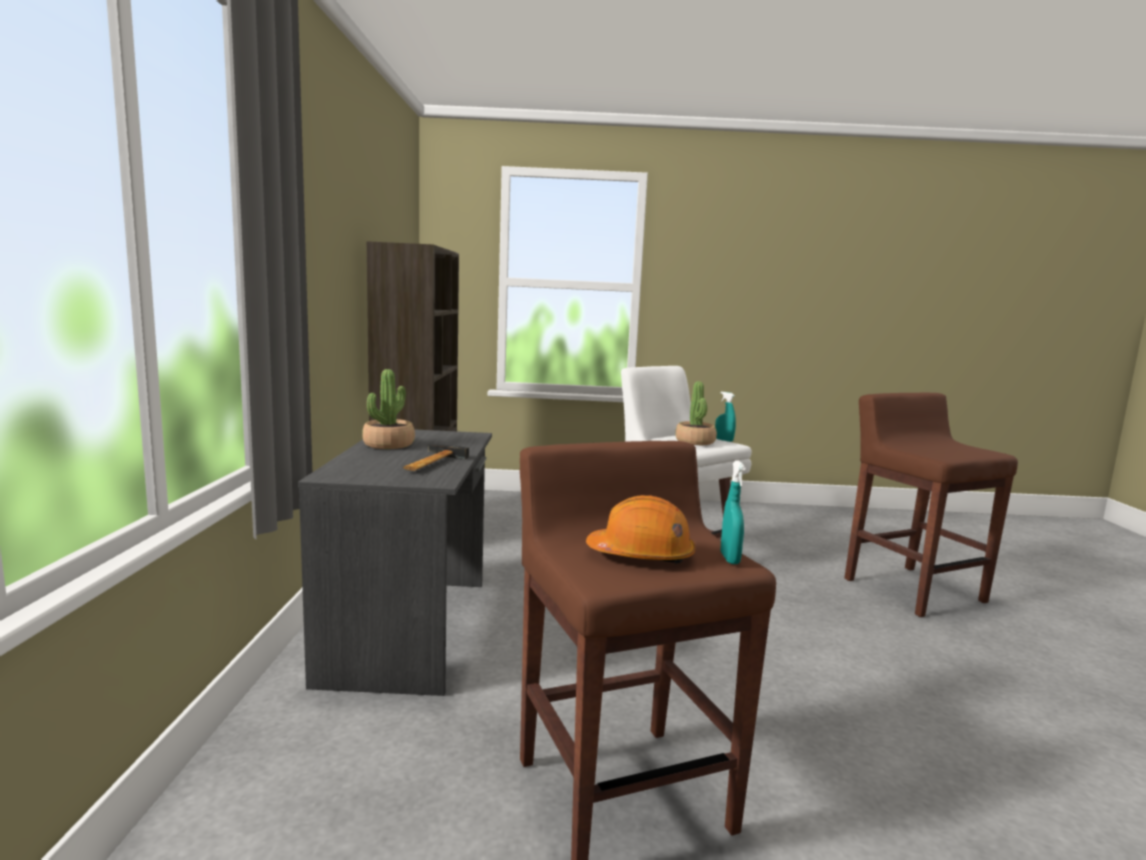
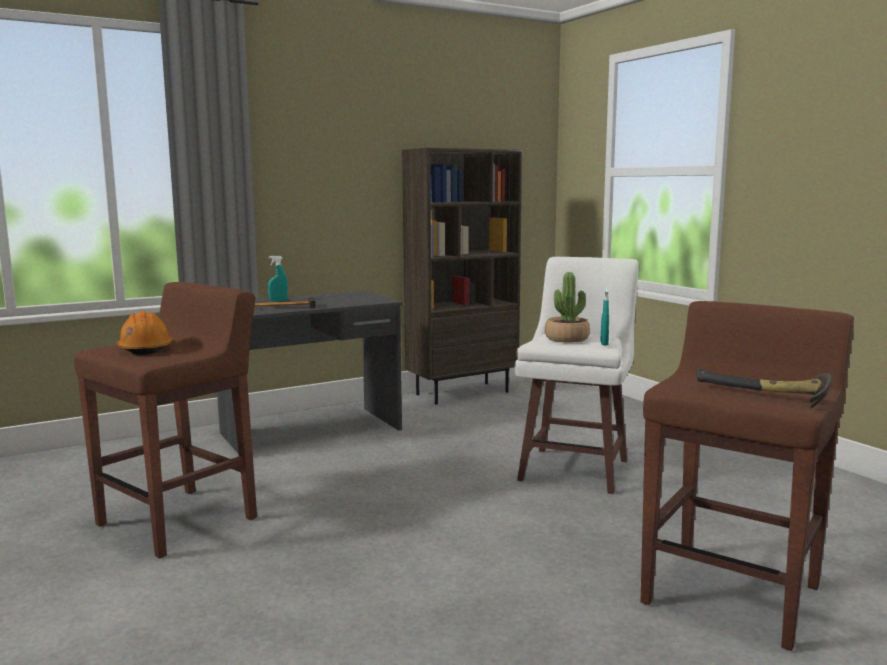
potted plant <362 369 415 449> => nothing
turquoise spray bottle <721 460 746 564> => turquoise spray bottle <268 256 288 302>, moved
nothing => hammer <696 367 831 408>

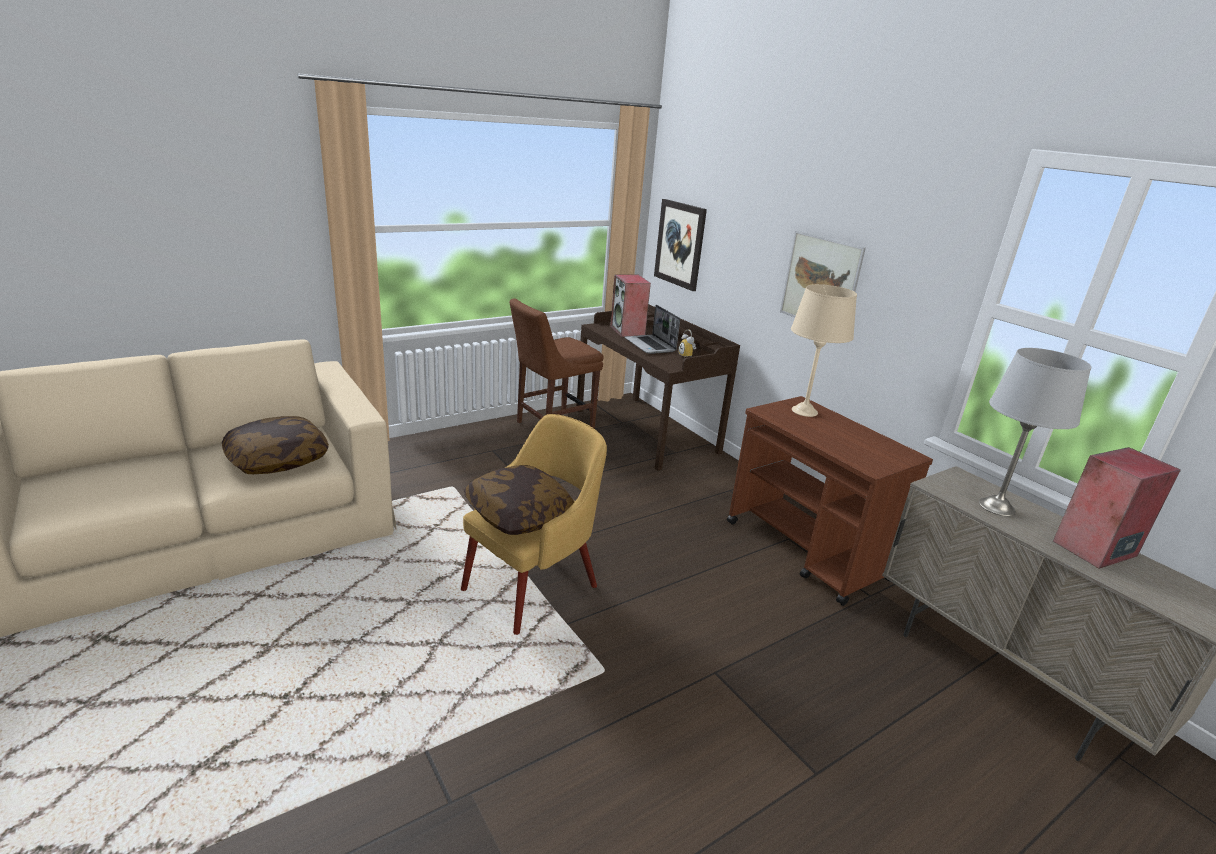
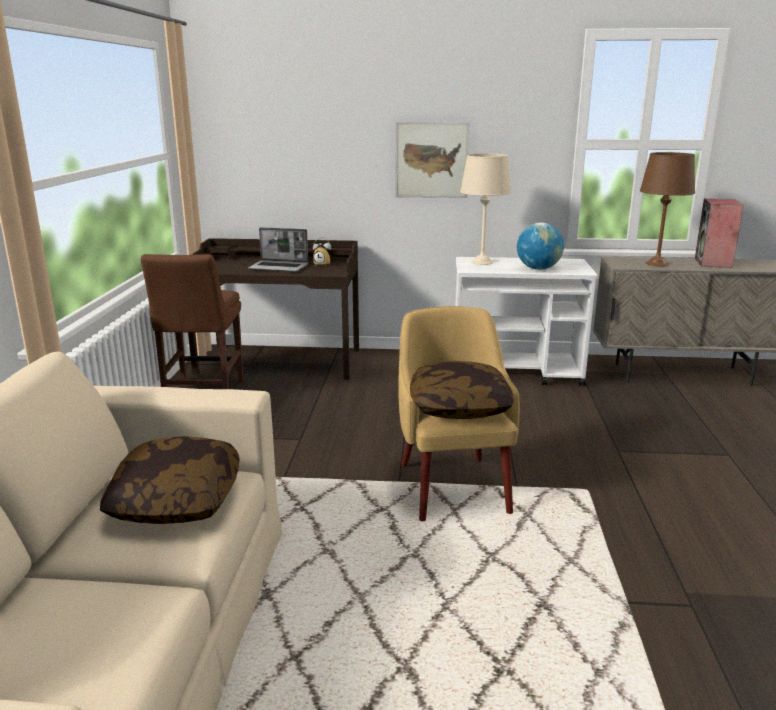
speaker <610 275 651 337> => nothing
picture <654 199 707 291> => nothing
brown cart <727 396 933 606> => white cart <455 257 598 386>
grey table lamp <979 348 1091 516> => brown table lamp <640 152 695 266>
nothing => globe <517 223 564 270>

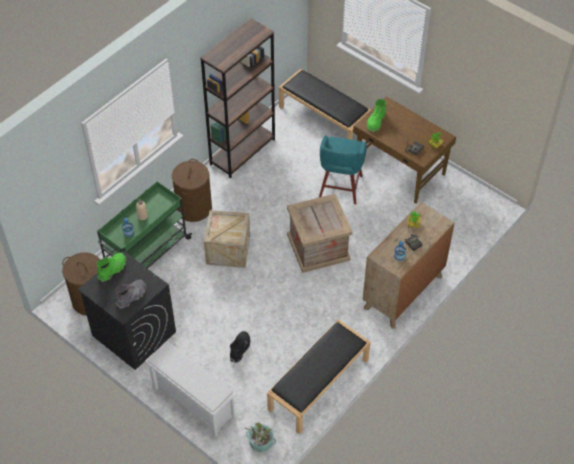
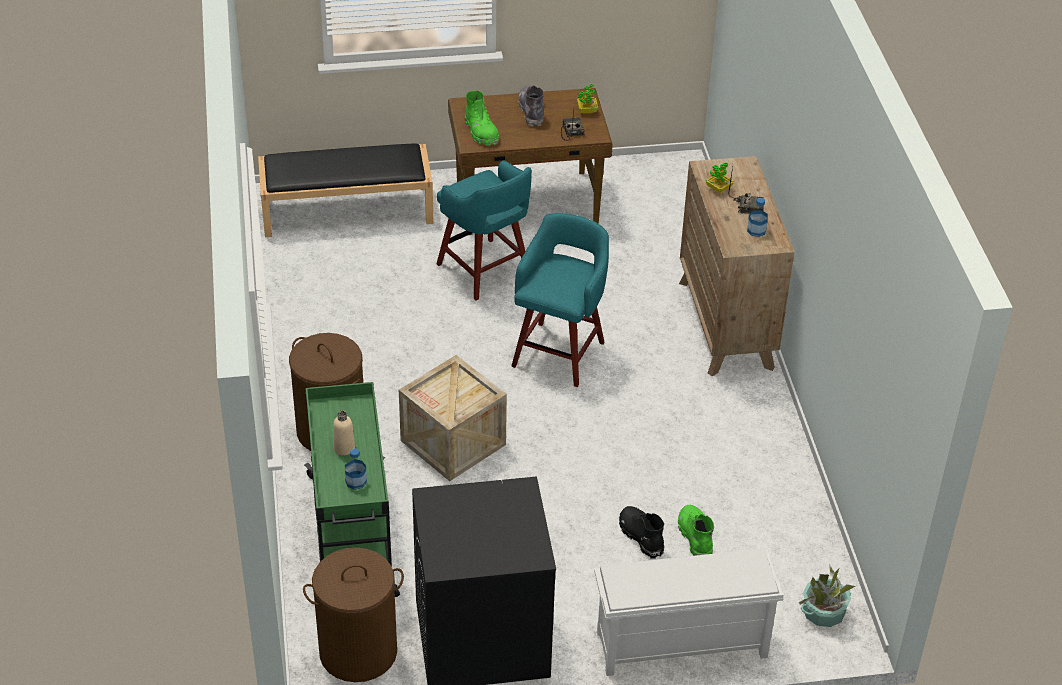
green boot <97 253 126 282> => green boot <678 505 714 556>, moved
grey boot <115 280 146 309> => grey boot <518 85 544 127>, moved
brown bookcase <200 18 275 179> => nothing
black bench <267 319 371 434> => nothing
crate <287 194 353 273> => turquoise stool <511 213 609 387>

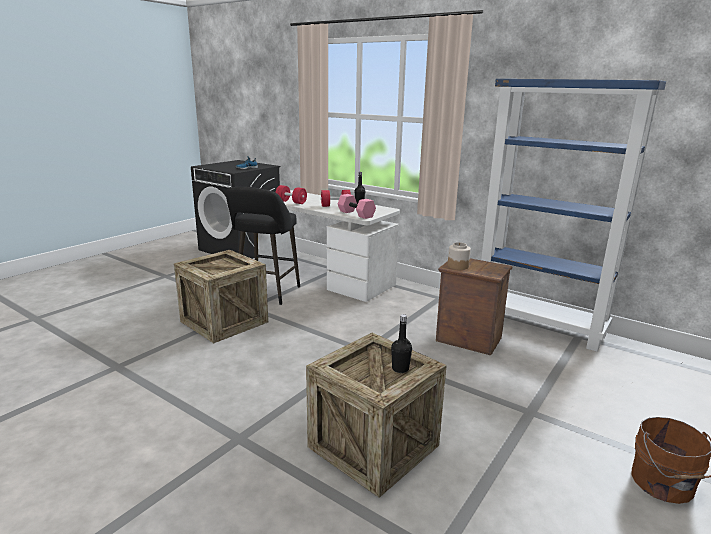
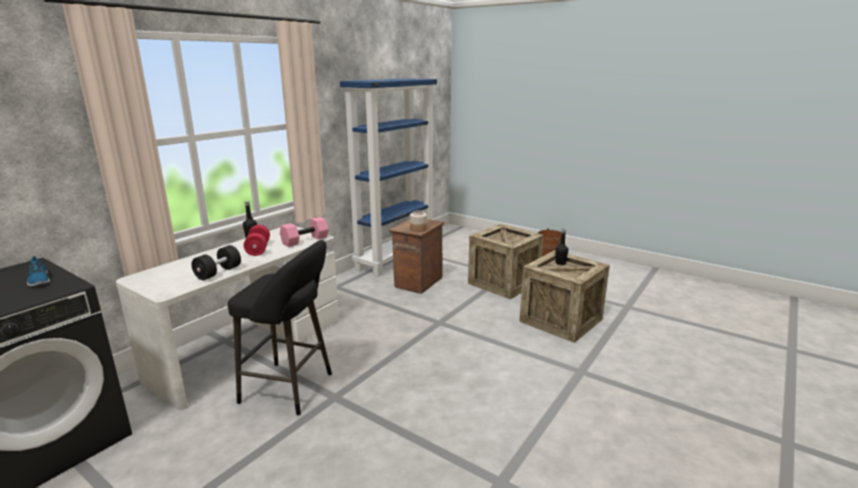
crate <174 250 268 343> => crate <468 224 544 299>, moved
red dumbbell <275 185 307 204> => black dumbbell <191 245 241 280>

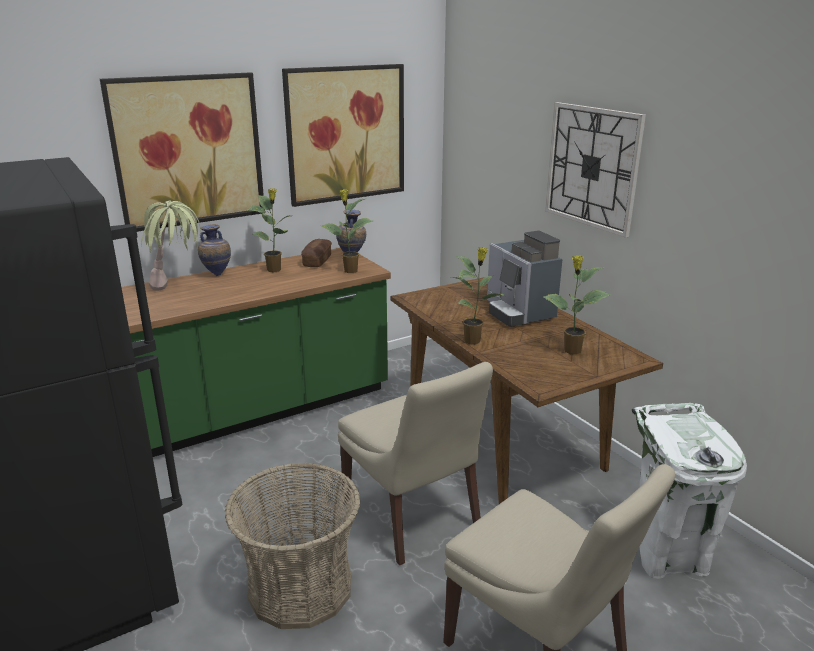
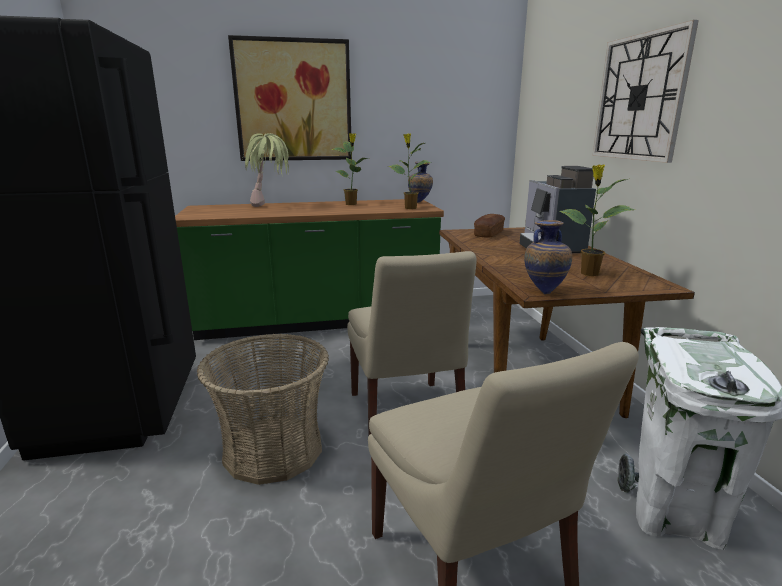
vase <198 224 231 276> => vase <524 220 572 294>, moved
picture <282 64 404 207> => nothing
bread <301 239 332 267> => bread <474 214 505 238>, moved
potted plant <451 247 505 345> => nothing

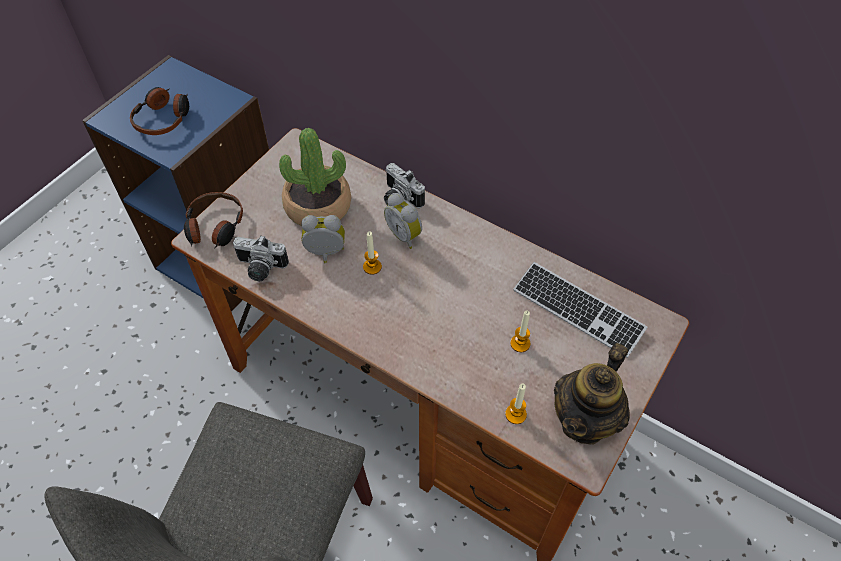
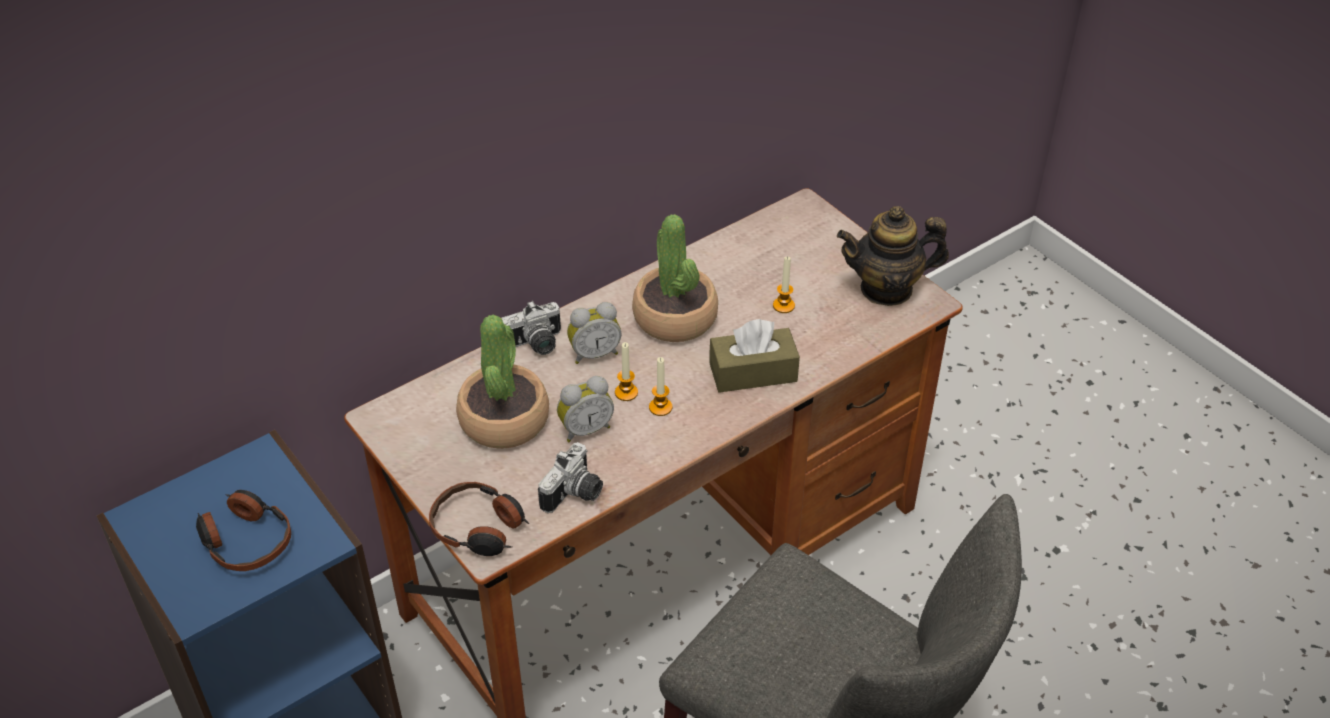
alarm clock <301 215 345 263> => alarm clock <557 376 614 442>, 135 degrees counterclockwise
candle <505 384 527 424> => candle <649 357 672 416>, moved
keyboard <513 262 647 358> => nothing
teapot <554 343 630 445> => teapot <837 206 949 306>, 120 degrees clockwise
nothing => potted plant <632 214 718 342>
nothing => brown tissue box <709 319 800 393>

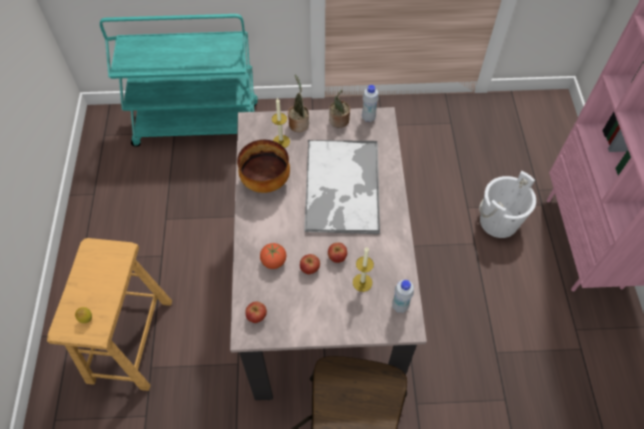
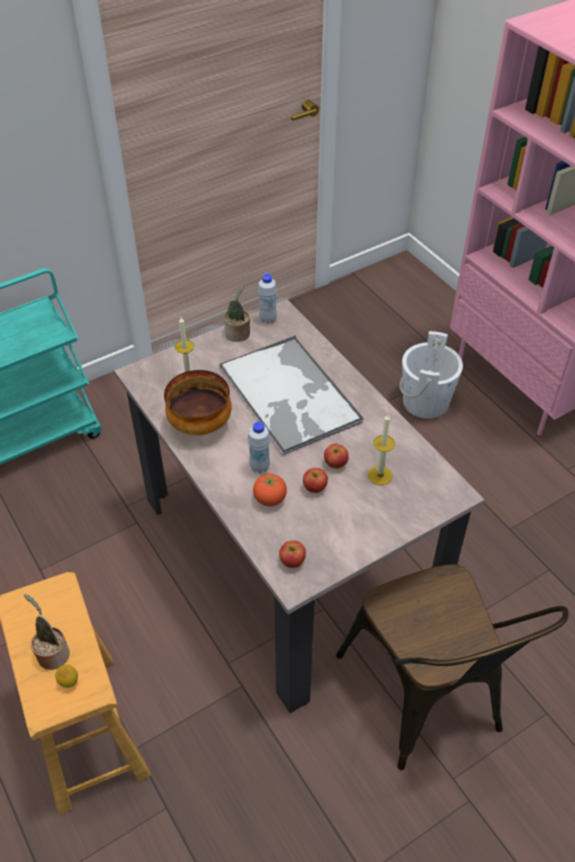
potted plant <288 75 309 132> => potted plant <24 594 70 670>, moved
white bottle <392 280 414 313> => white bottle <247 422 270 474>, moved

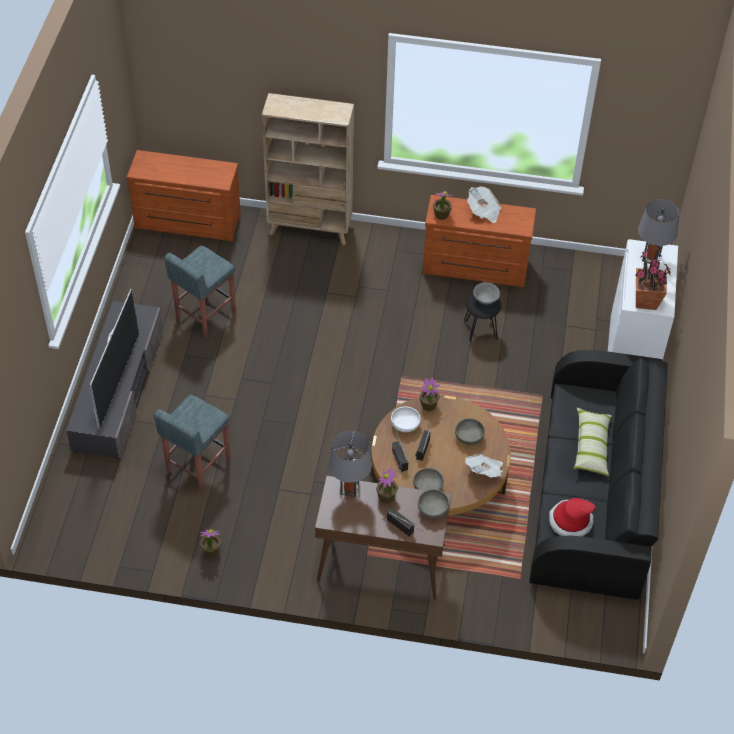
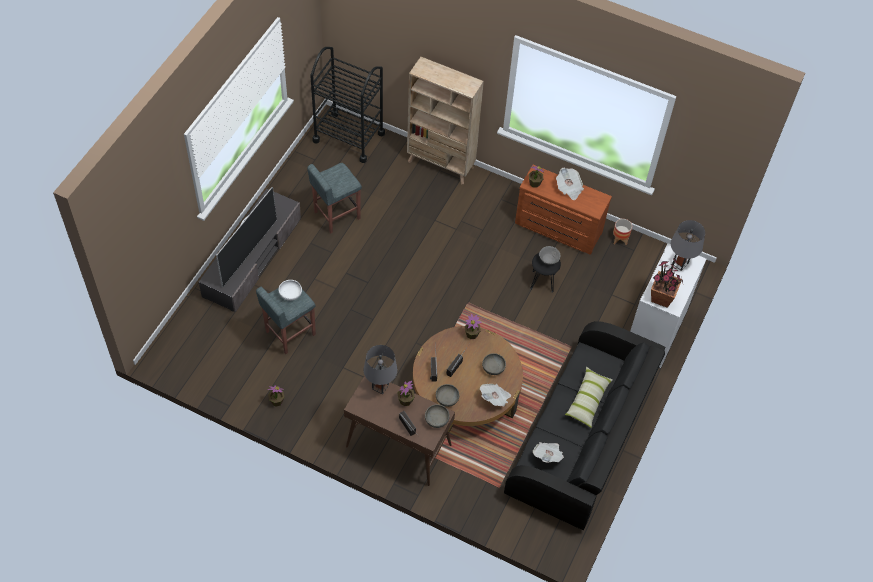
brown dresser <127 150 241 241> => black cart <310 47 385 163>
white bowl <391 406 421 432> => white bowl <279 280 302 301>, moved
hat <549 498 595 536> => newspaper <533 442 564 462>
nothing => planter <613 219 632 245>

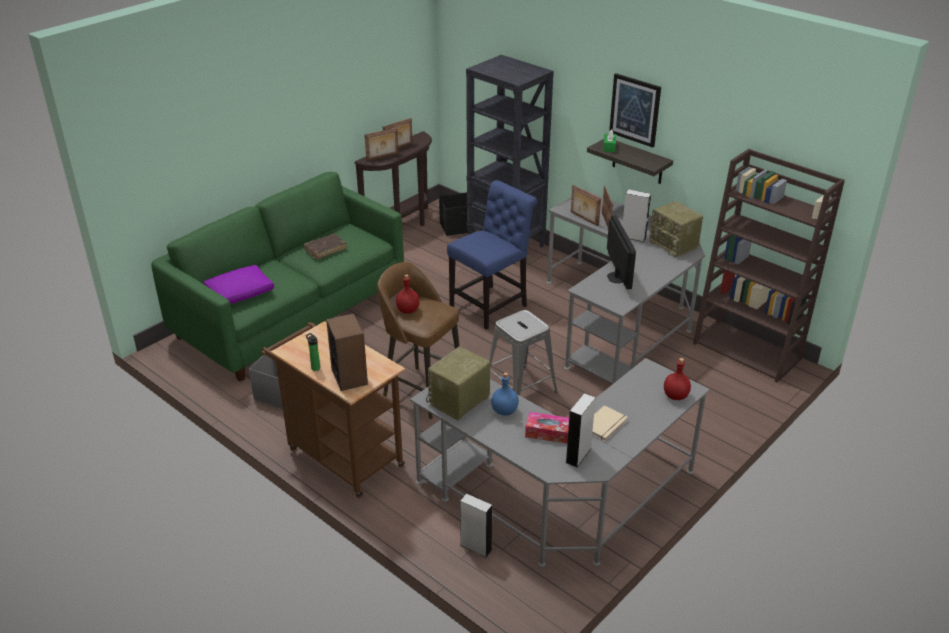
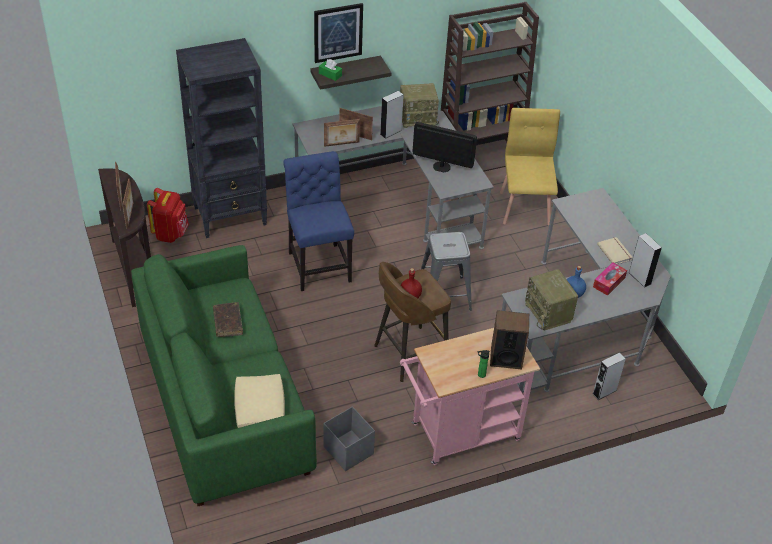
purple pillow <203 265 274 304> => beige pillow <234 374 285 428>
brown cart <261 321 405 498> => pink cart <400 328 540 465>
black storage box <439 192 468 236> => red backpack <147 188 189 243>
red bottle <664 358 691 400> => nothing
nothing => yellow chair <500 108 560 226>

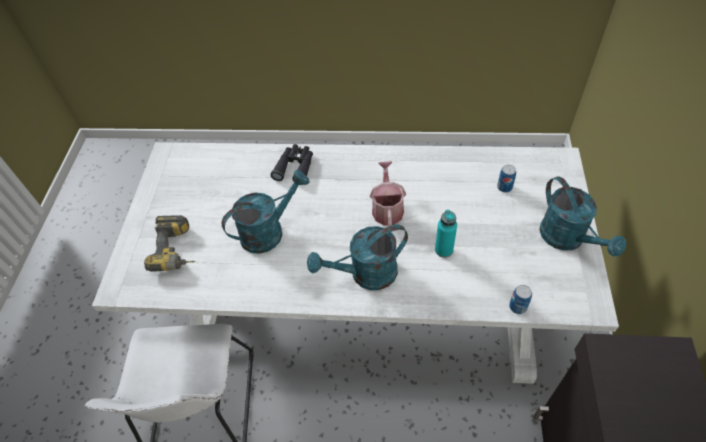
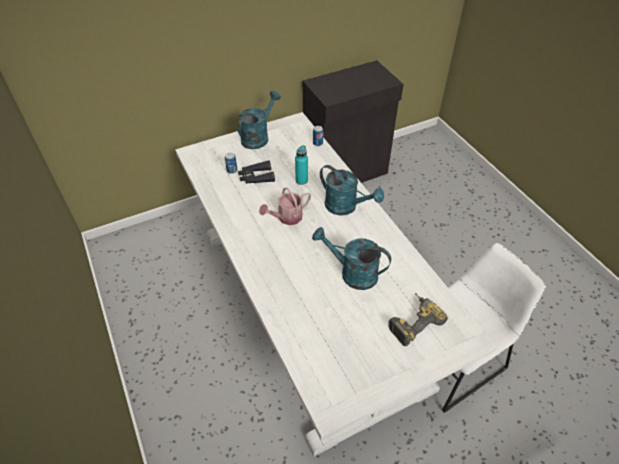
black binoculars <271 144 313 181> => black binoculars <238 160 275 184>, moved

